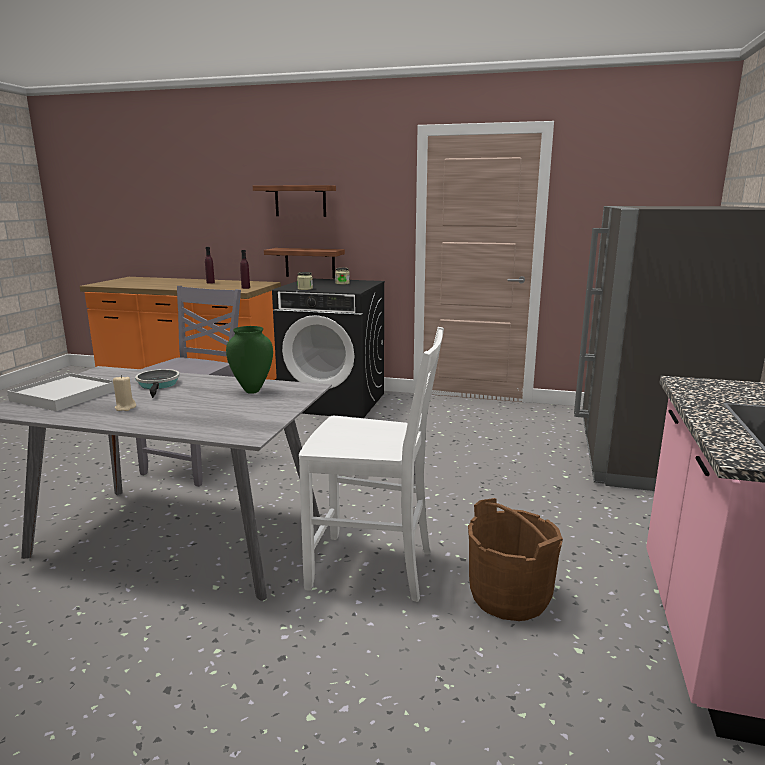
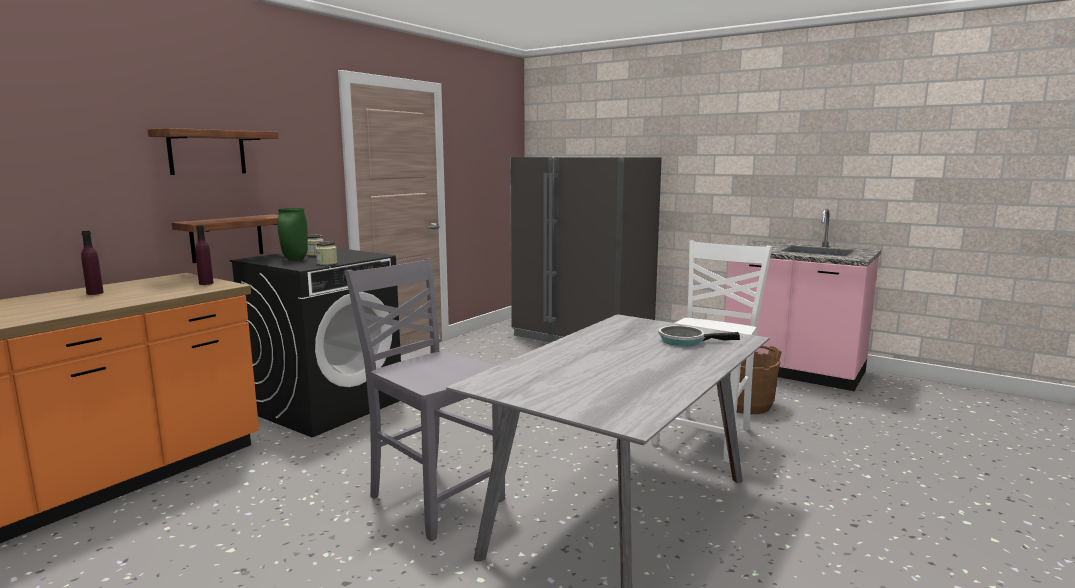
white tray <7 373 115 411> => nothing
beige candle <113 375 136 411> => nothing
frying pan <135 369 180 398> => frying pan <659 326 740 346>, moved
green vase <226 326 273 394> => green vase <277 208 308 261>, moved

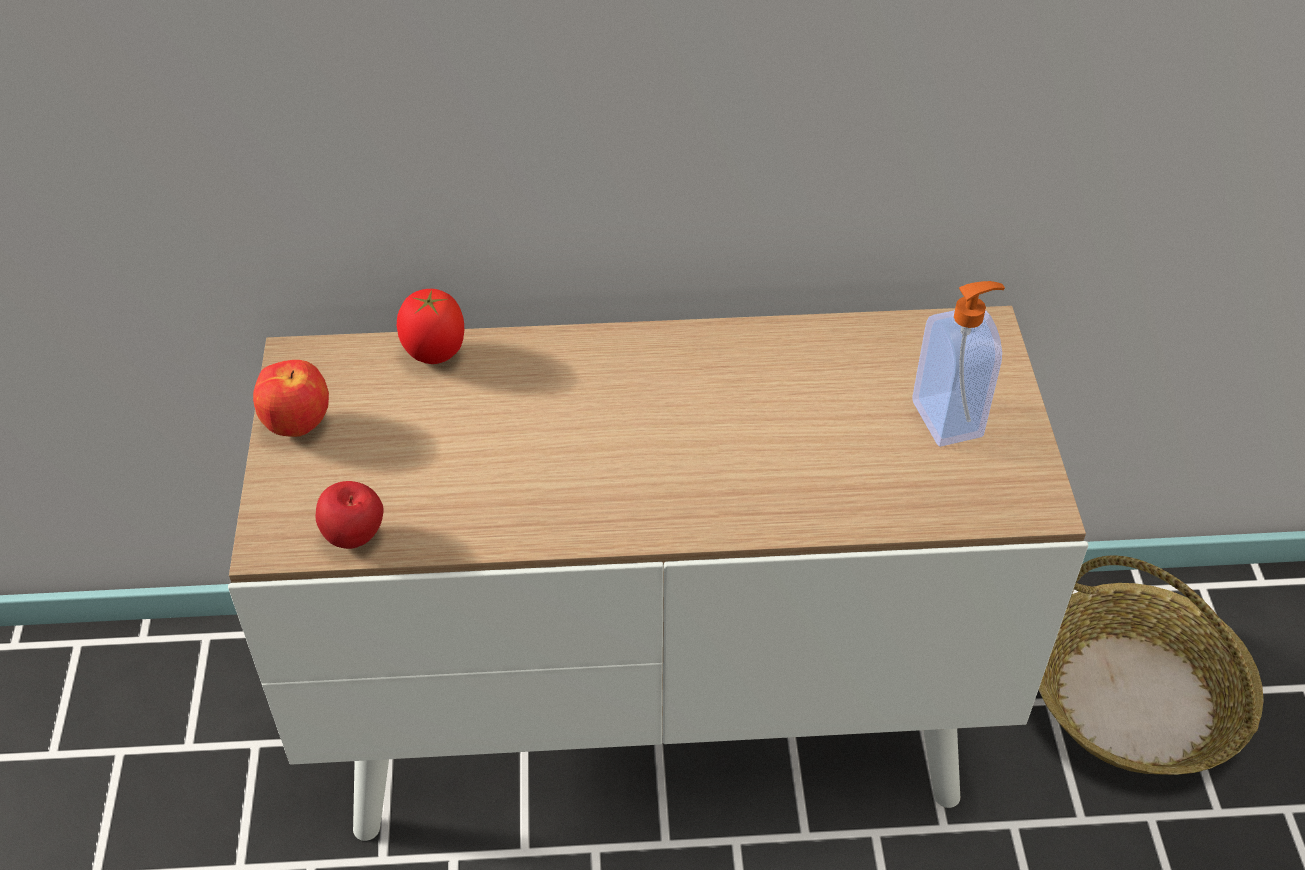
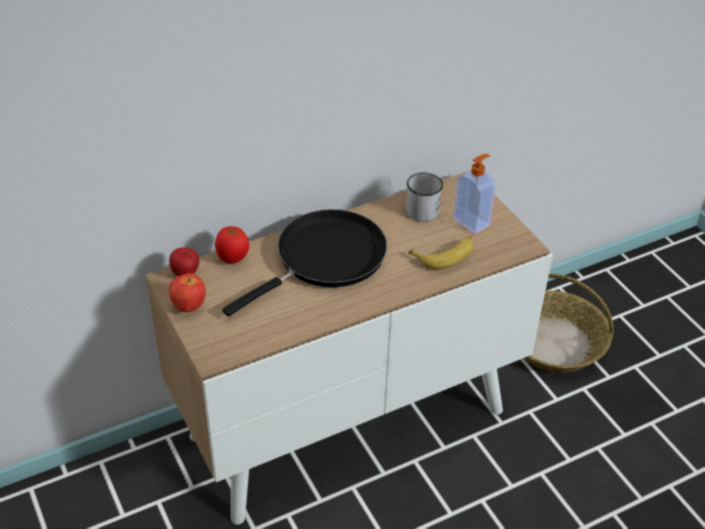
apple <316 481 384 549> => apple <169 247 199 277>, moved
nothing => black frying pan <222 209 387 316>
nothing => white mug <406 173 443 222>
nothing => banana <408 236 474 269>

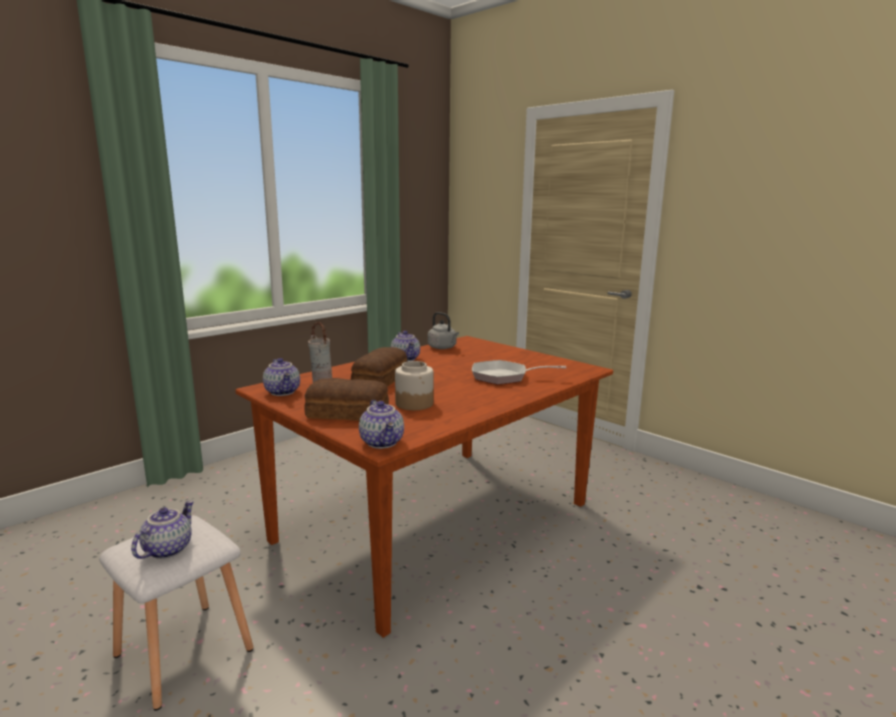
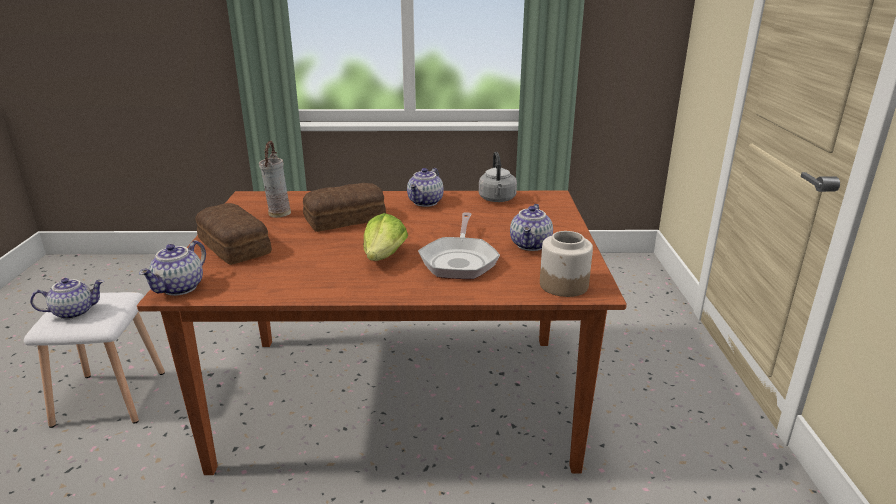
teapot <263 358 300 396> => teapot <510 204 553 251>, moved
jar <395 361 434 410> => jar <540 231 593 297>, moved
frying pan <472 360 566 385> => frying pan <418 212 500 279>, 135 degrees counterclockwise
nothing => lettuce <363 213 408 261>

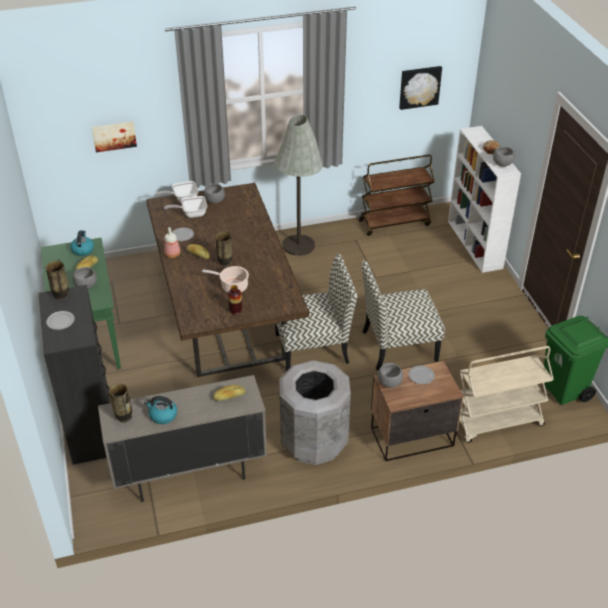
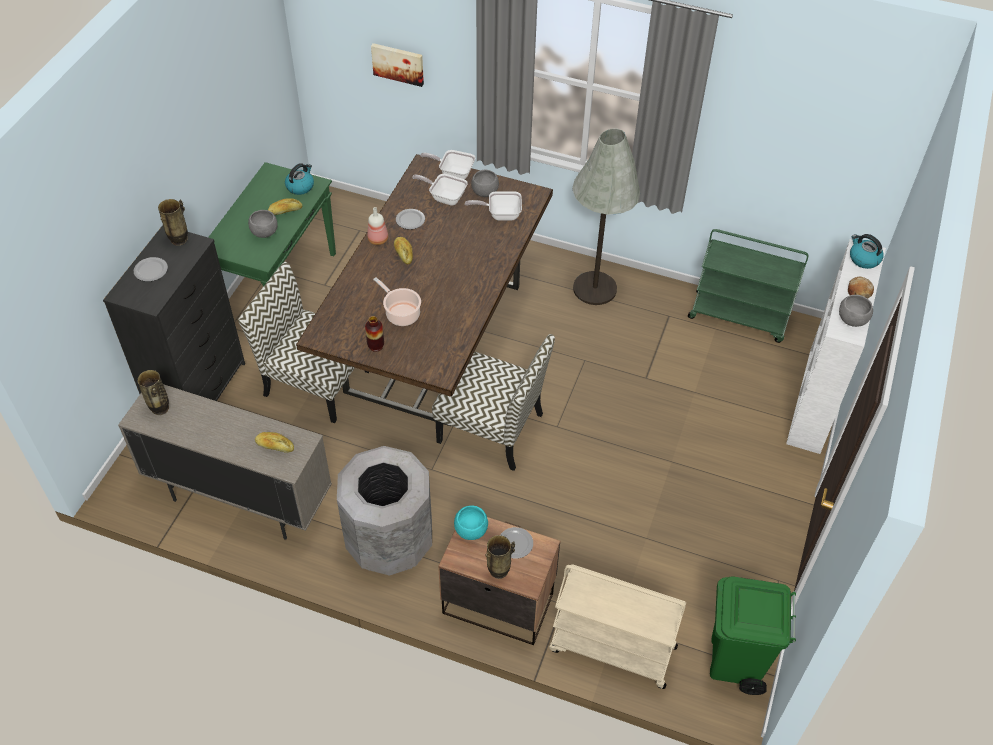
kettle <144 396 177 424> => kettle <850 234 884 269>, moved
vase <216 232 232 267> => vase <485 535 515 579>, moved
brown cart <359 155 435 236> => green cart <688 229 809 343>
chair <362 260 445 370> => chair <238 262 369 423>, moved
grey bowl <377 363 403 388> => turquoise bowl <454 506 488 540>
picture <399 66 442 110> => nothing
nothing => frying pan <465 191 522 221>

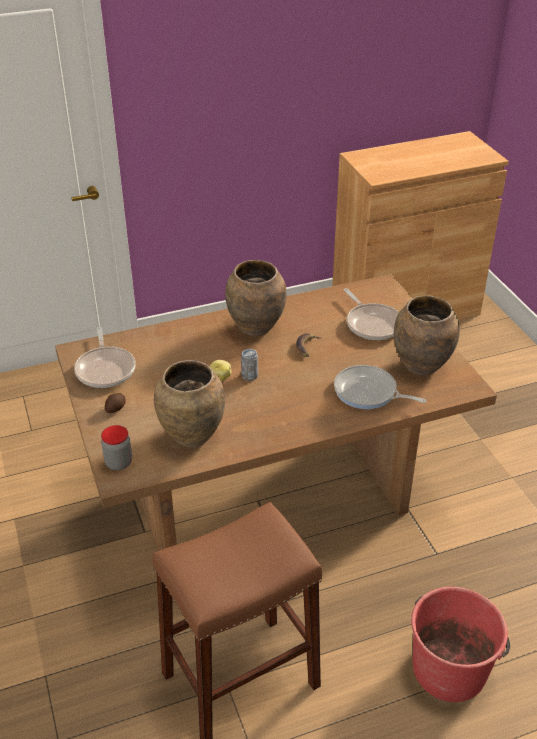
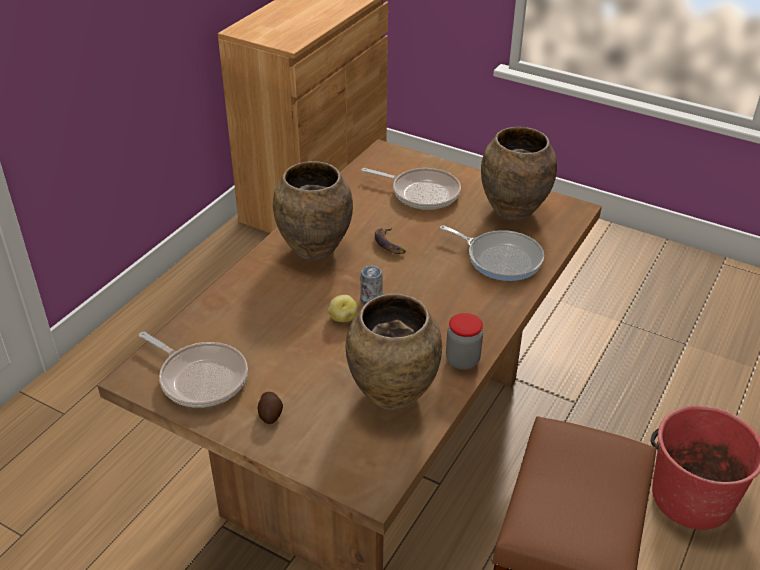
jar <101 425 132 470> => jar <446 313 483 370>, moved
frying pan <334 365 426 409> => frying pan <440 225 544 281>, 135 degrees counterclockwise

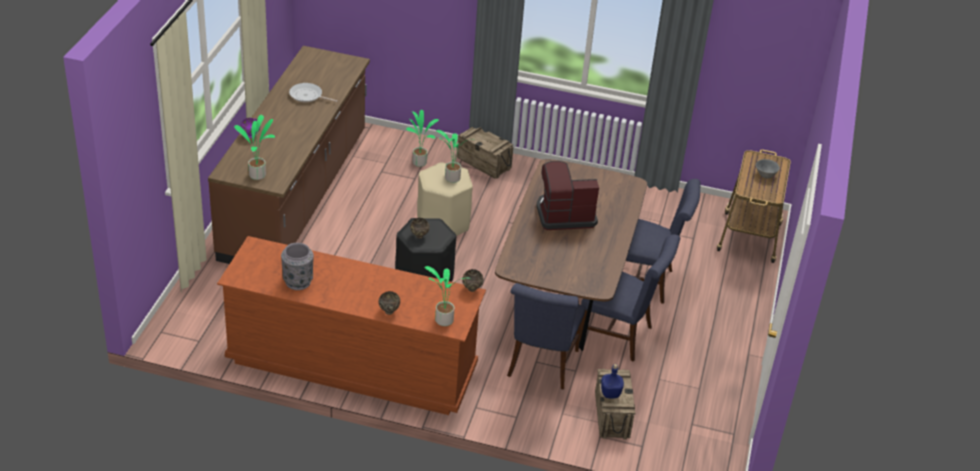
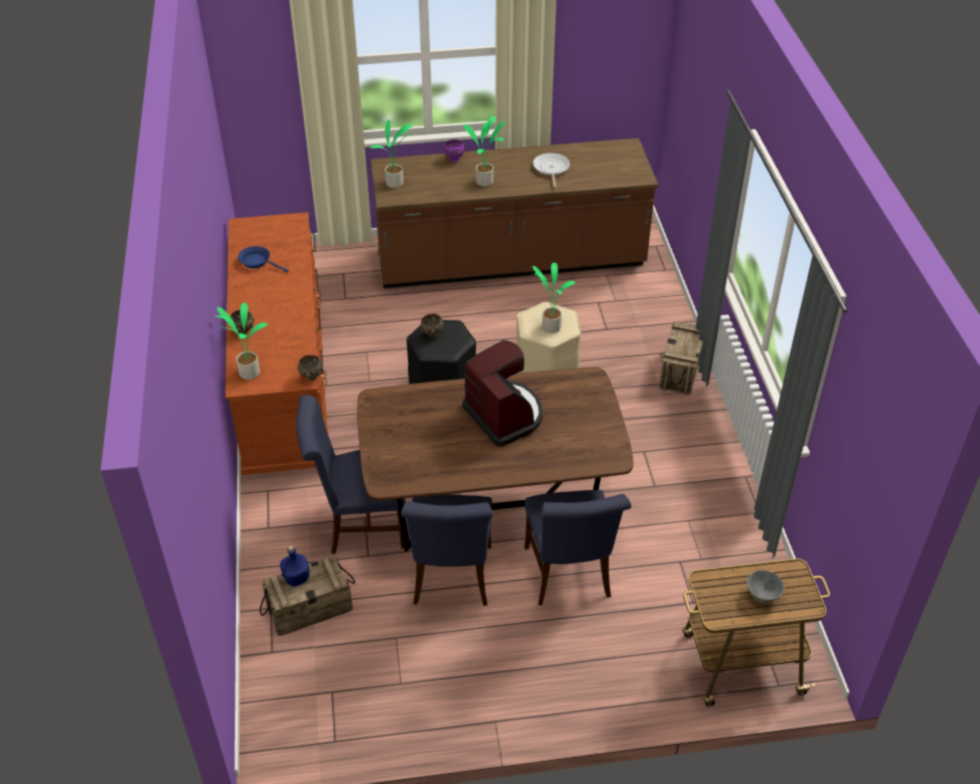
grey vase <281 243 314 290> => blue frying pan <238 246 289 272>
potted plant <406 109 439 167> => potted plant <464 116 505 187>, moved

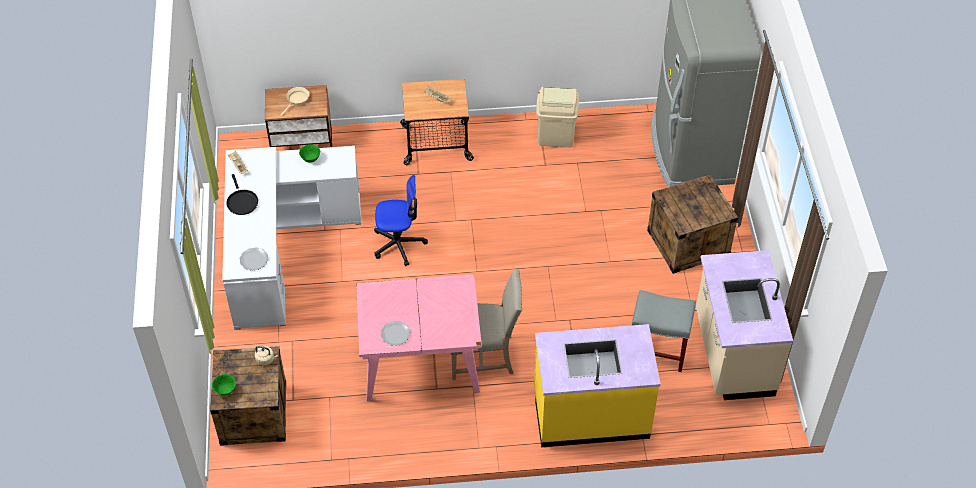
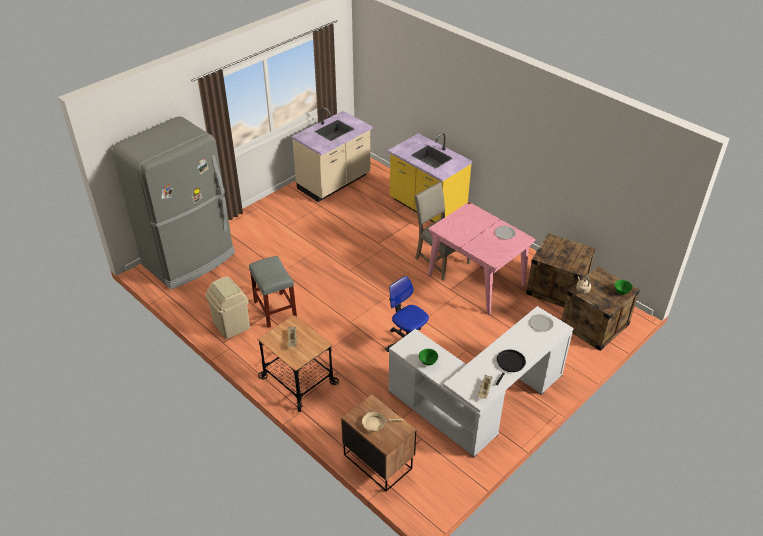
grey stool <632 290 696 372> => grey stool <249 256 297 328>, moved
crate <647 174 738 274> => crate <526 233 596 307>, moved

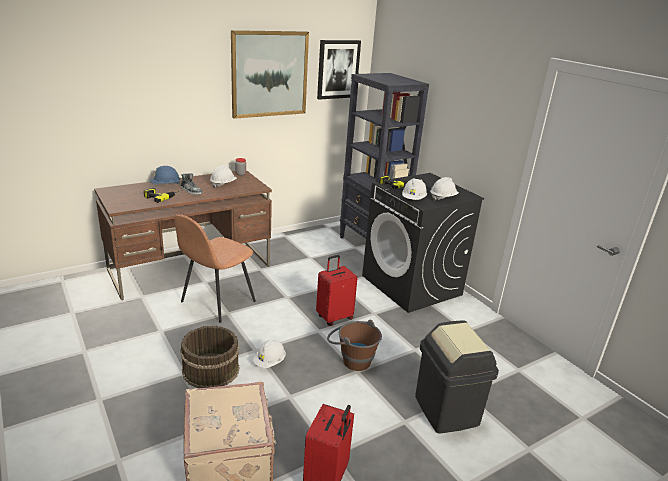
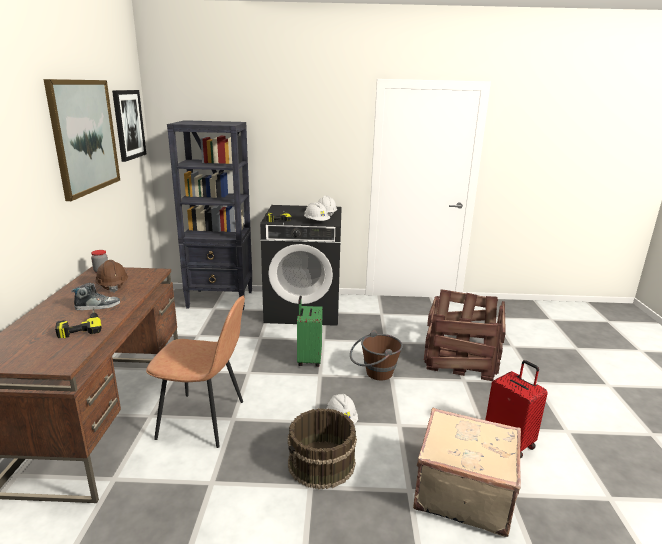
blue hard hat <150 166 181 184> => nothing
brown chair <174 214 256 323> => brown chair <146 296 245 448>, 60 degrees counterclockwise
white hard hat <210 165 237 188> => brown hard hat <95 260 128 292>
red suitcase <316 255 358 326> => green suitcase <297 296 323 367>
black trash can <415 320 499 433> => crate <424 289 506 381>

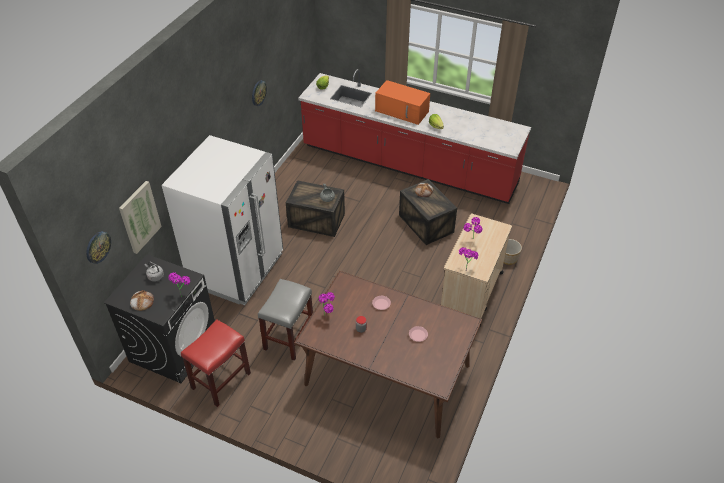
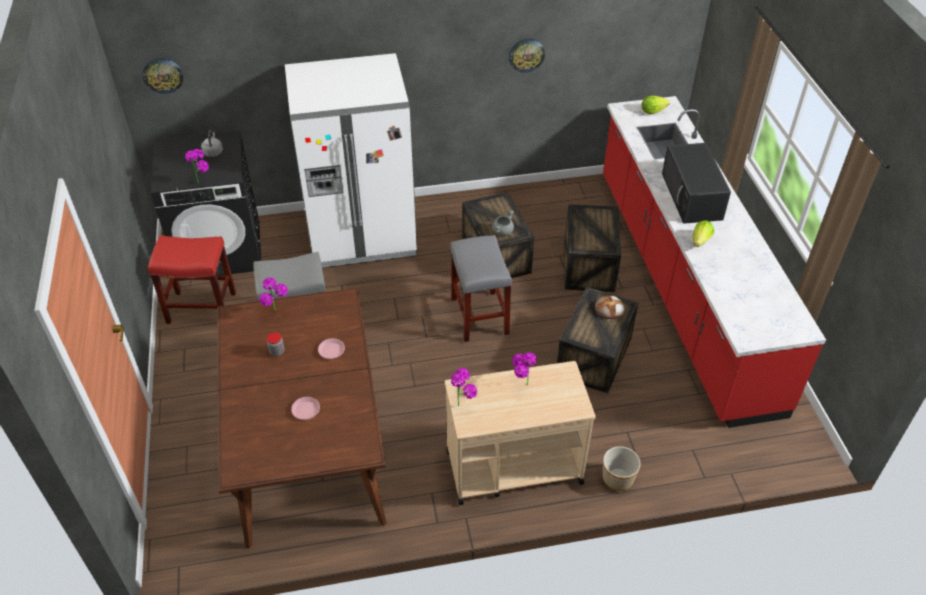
picture <119 181 162 254> => nothing
bread <130 290 154 311> => nothing
orange microwave <375 80 430 125> => black microwave <662 143 731 224>
nothing => grey stool <450 235 512 342>
nothing => crate <565 204 621 292>

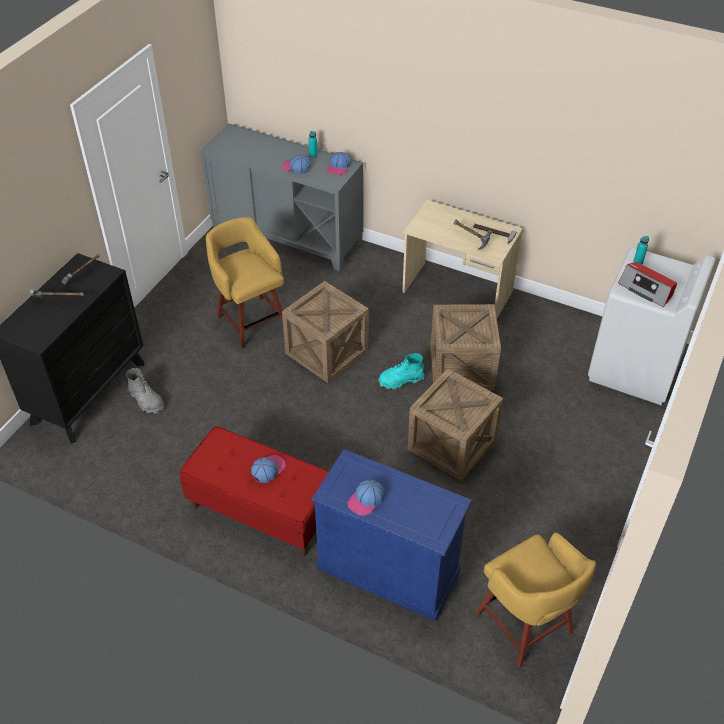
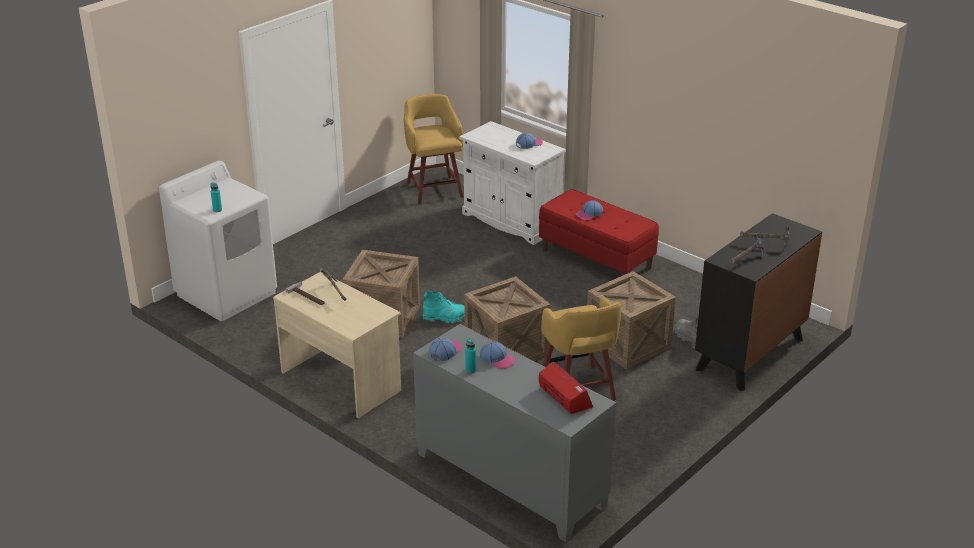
blue cabinet <311 449 472 621> => white cabinet <459 121 566 245>
crate <407 369 503 481> => crate <587 271 676 370>, moved
radio <618 262 677 307> => radio <539 362 593 414>, moved

